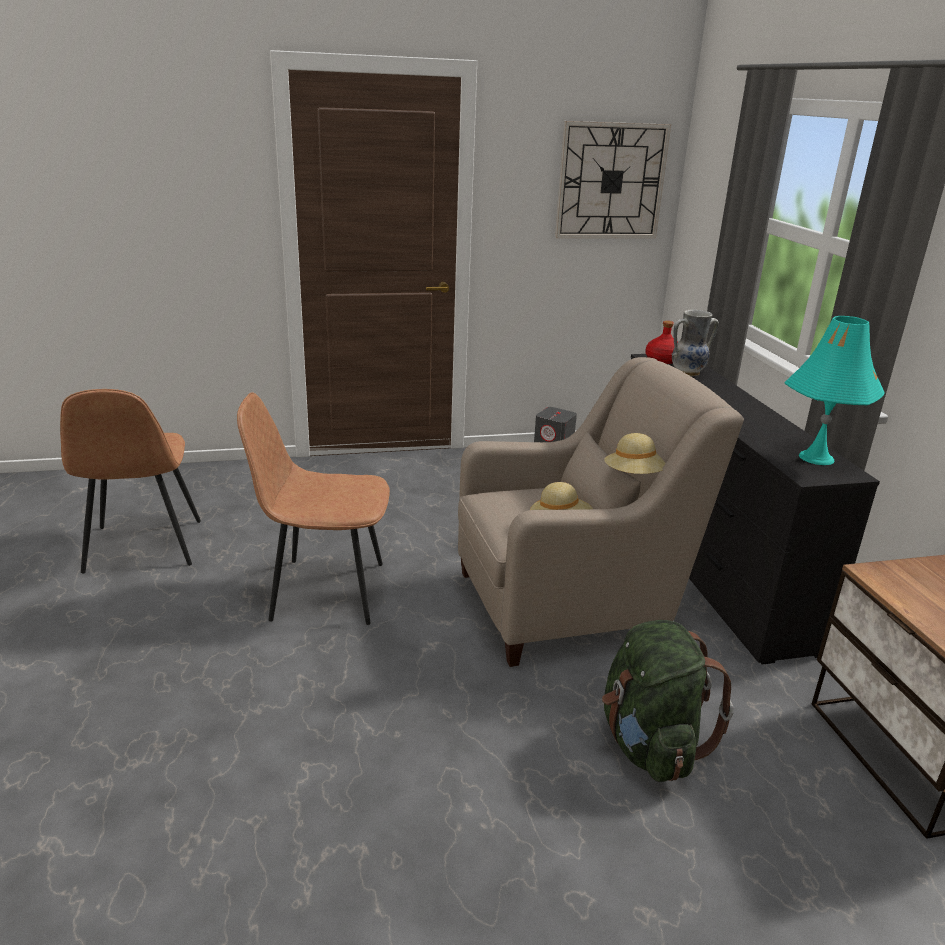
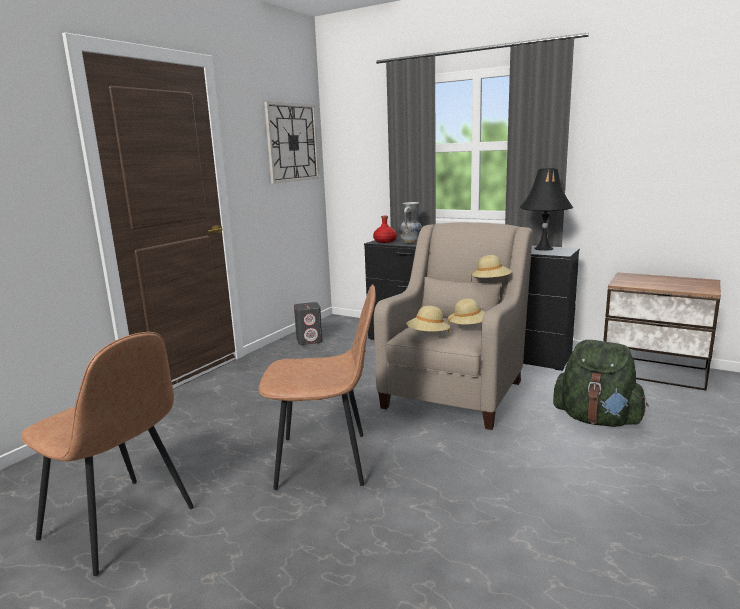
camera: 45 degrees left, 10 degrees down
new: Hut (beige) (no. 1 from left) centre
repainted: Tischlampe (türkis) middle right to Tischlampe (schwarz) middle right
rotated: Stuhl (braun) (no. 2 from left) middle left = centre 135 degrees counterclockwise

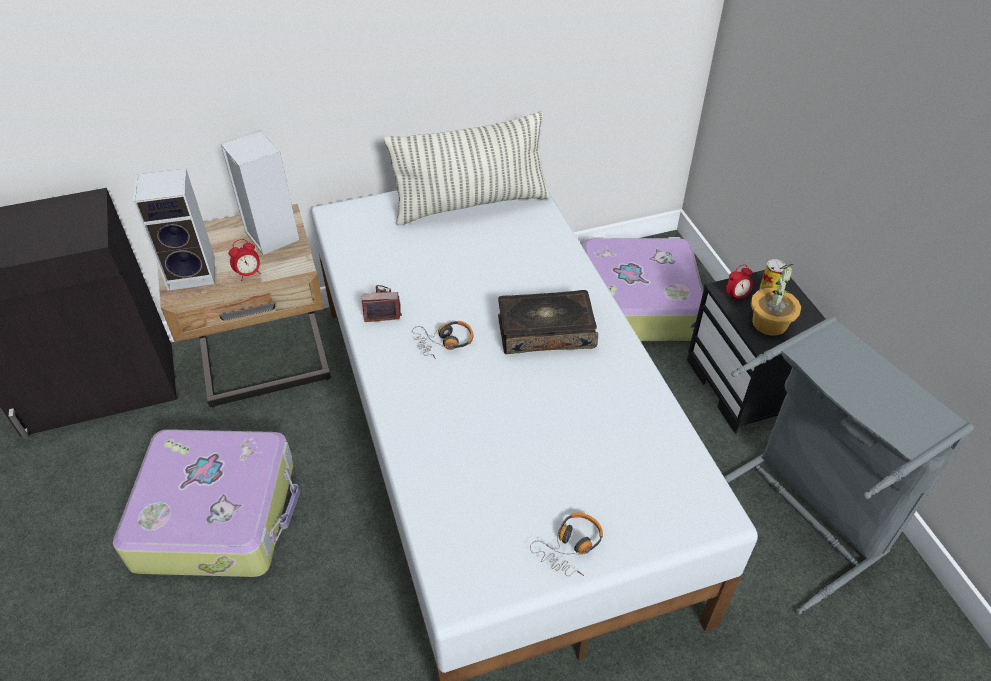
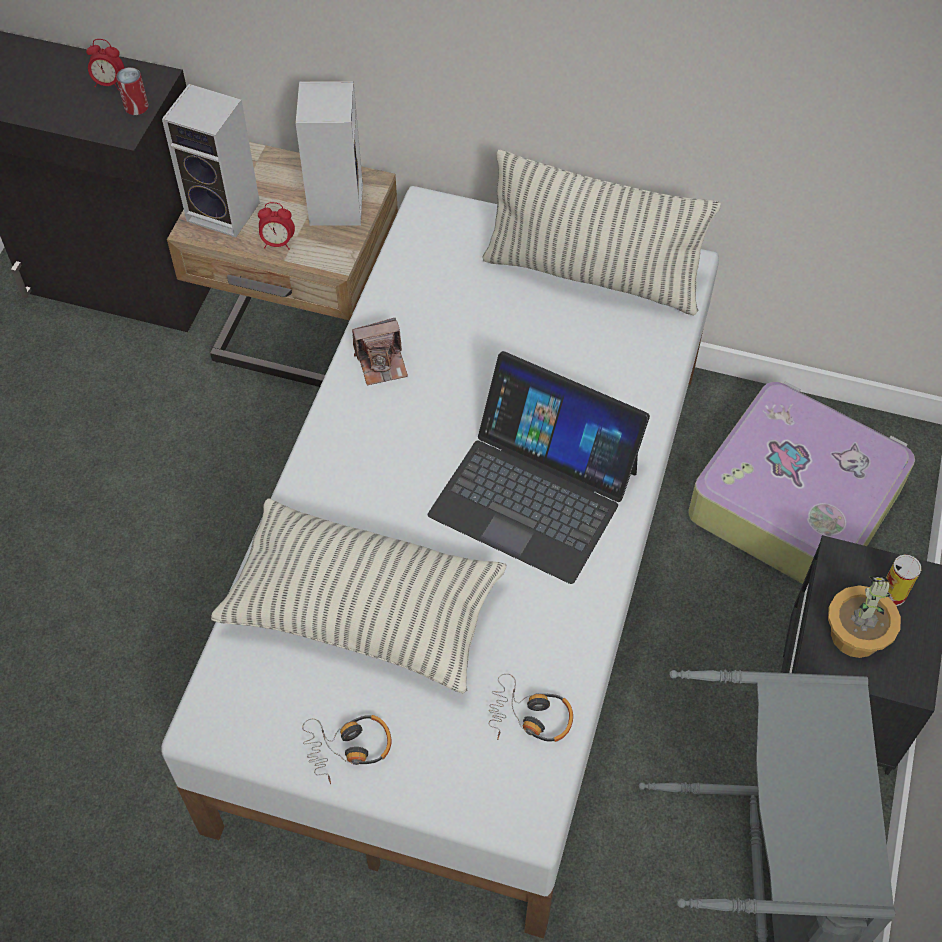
camera: 35 degrees right, 10 degrees up
gone: Koffer (no. 1 from left) bottom left
new: Dose (no. 1 from left) top left; Kissen (no. 1 from left) centre
shifted: Kopfhörer (no. 1 from left in the first image) centre to Kopfhörer (no. 2 from left) bottom centre; Wecker (no. 2 from left in the first image) middle right to Wecker (no. 1 from left) top left
swapped: Buch centre to Laptop centre
rotated: Kamera centre = centre 135 degrees clockwise

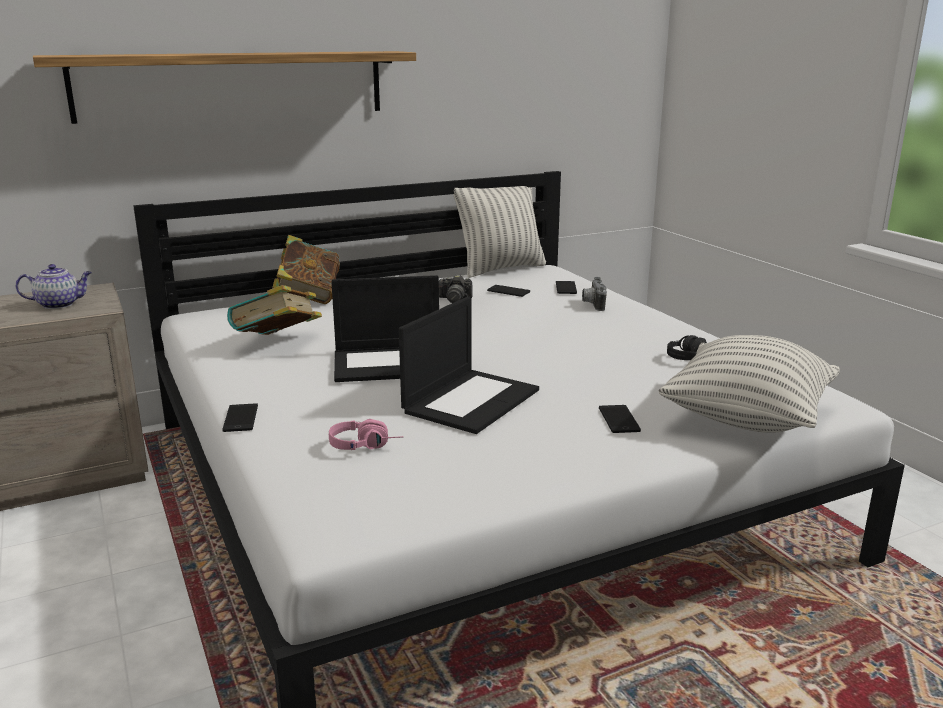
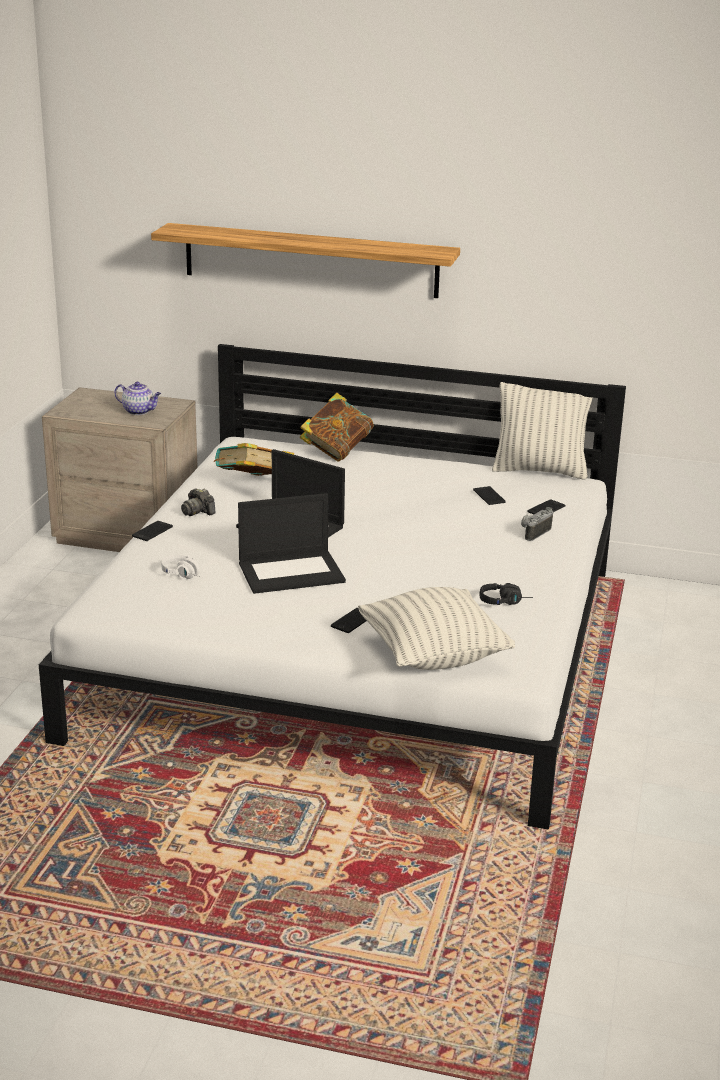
camera: 40 degrees right, 5 degrees up
shifted: Kamera (no. 1 from left) centre to middle left
repainted: Kopfhörer (rosa) centre to Kopfhörer (weiß) middle left

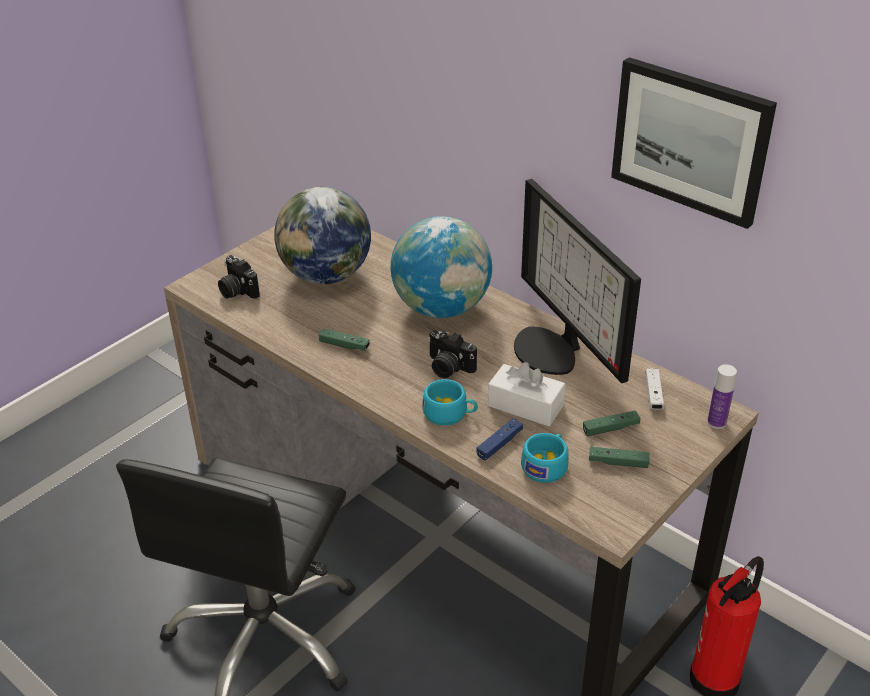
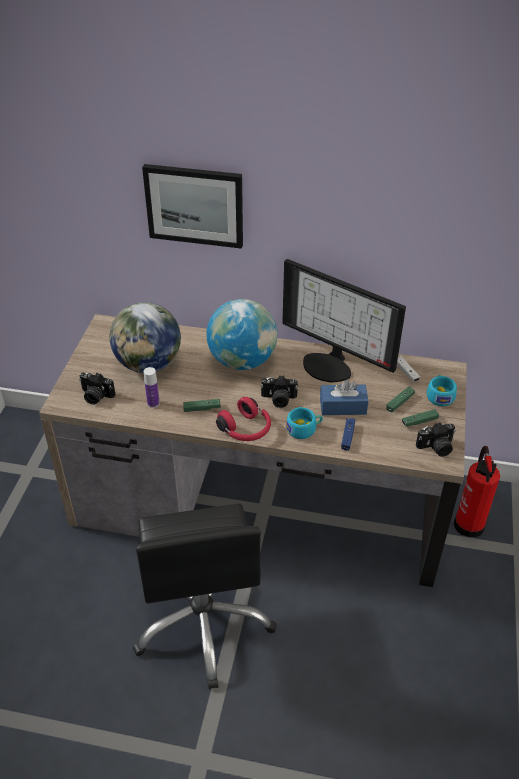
camera: 30 degrees left, 5 degrees up
new: Kopfhörer (rot) centre; Kamera (no. 3 from left) middle right
shifted: Tasse (türkis) (no. 2 from left) centre to middle right; Bild top right to top centre; Flasche middle right to middle left
repainted: Taschentuchbox (weiß) centre to Taschentuchbox (blau) centre

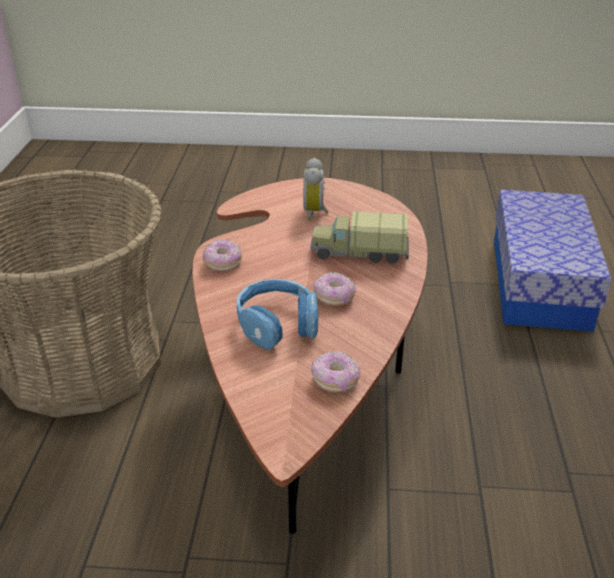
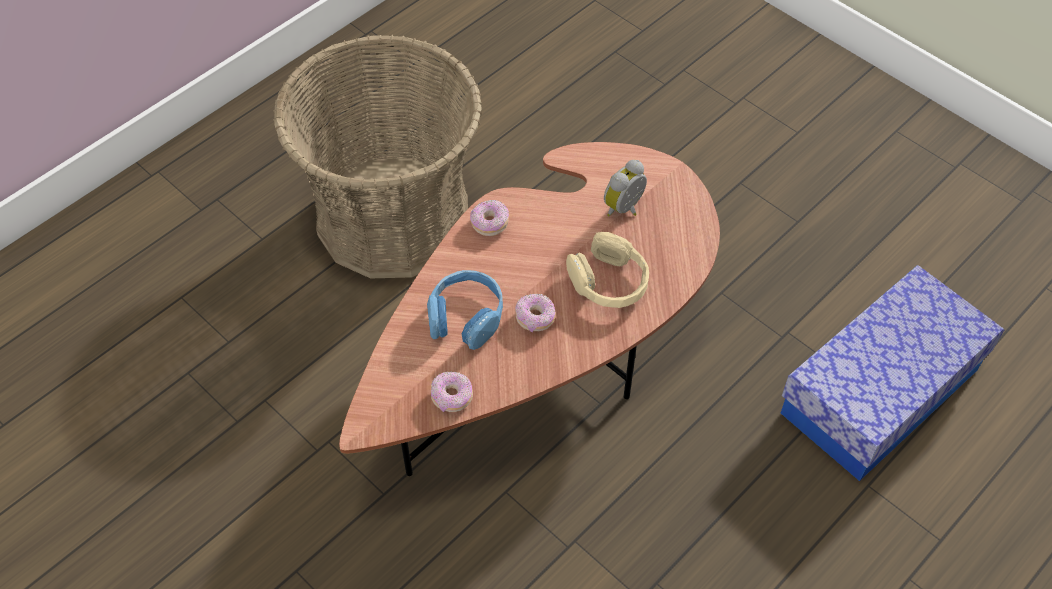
camera: 40 degrees right, 20 degrees up
swapped: Spielzeuglaster centre to Kopfhörer (beige) centre

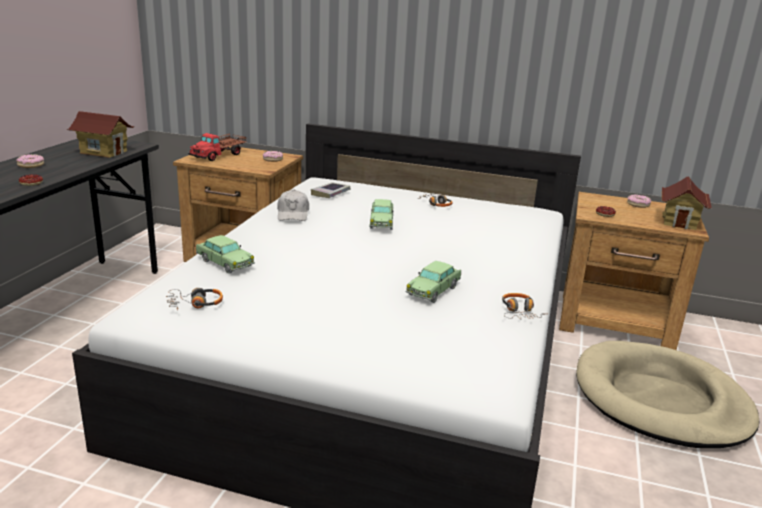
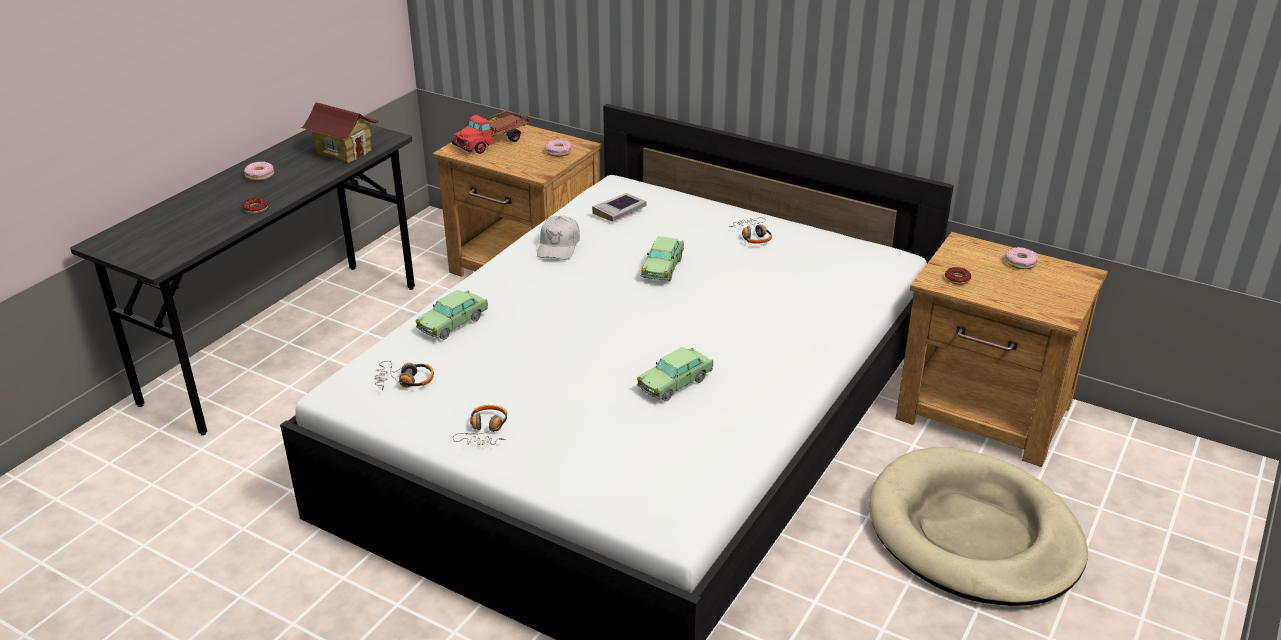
camera: 15 degrees right, 10 degrees up
gone: Spielzeughaus (no. 2 from left) middle right
shifted: Kopfhörer (no. 3 from left in the first image) middle right to Kopfhörer (no. 2 from left) centre
rotated: Spielzeugauto (no. 1 from left) middle left = centre 75 degrees clockwise

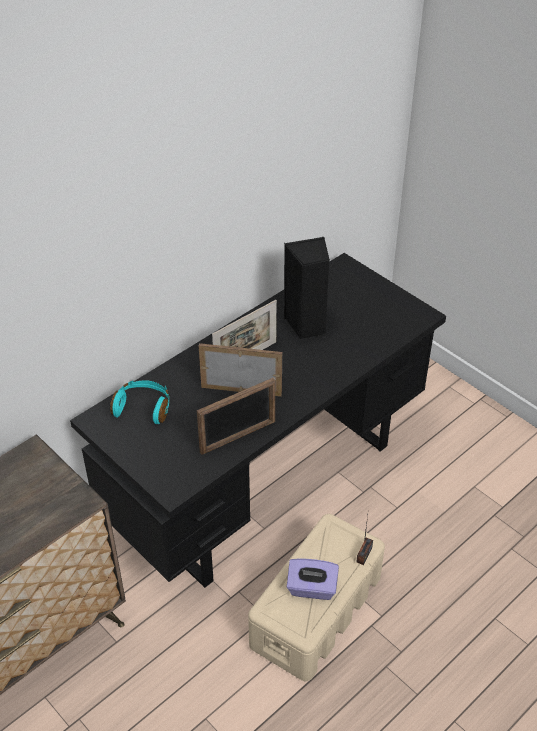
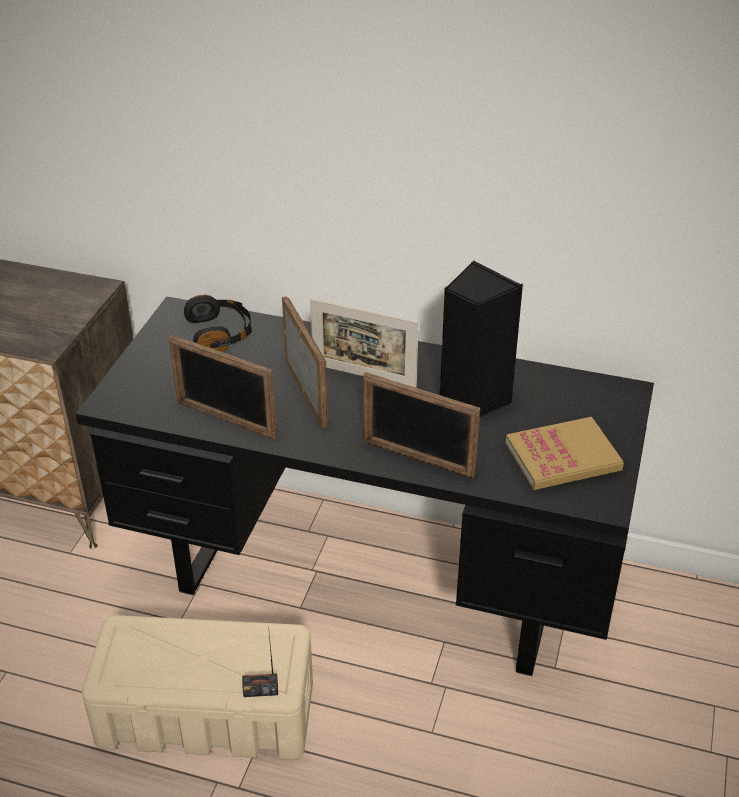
camera: 60 degrees right, 5 degrees down
gone: Taschentuchbox (lila) bottom centre
new: Bilderrahmen (no. 4 from left) centre; Buch middle right
repainted: Kopfhörer (türkis) middle left to Kopfhörer (schwarz) middle left

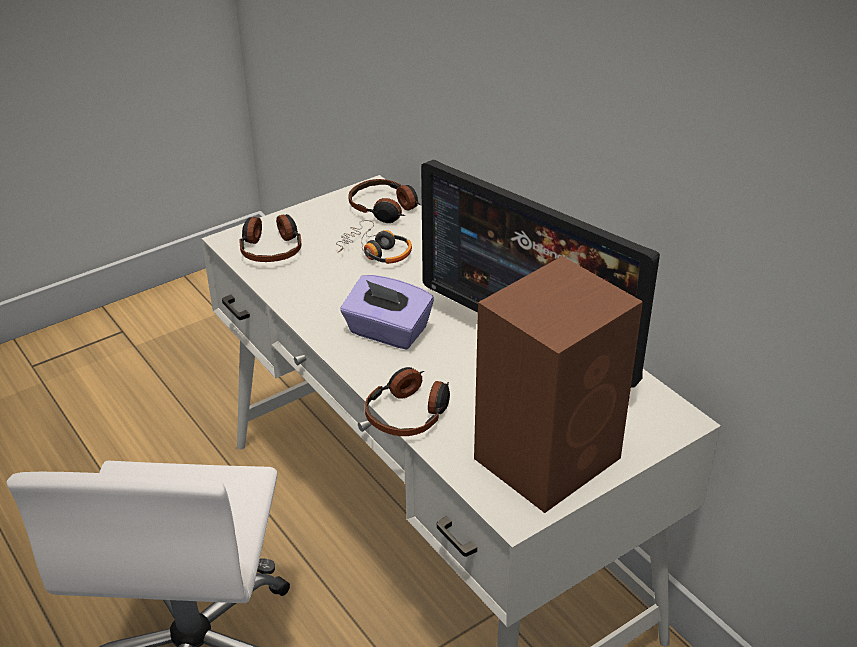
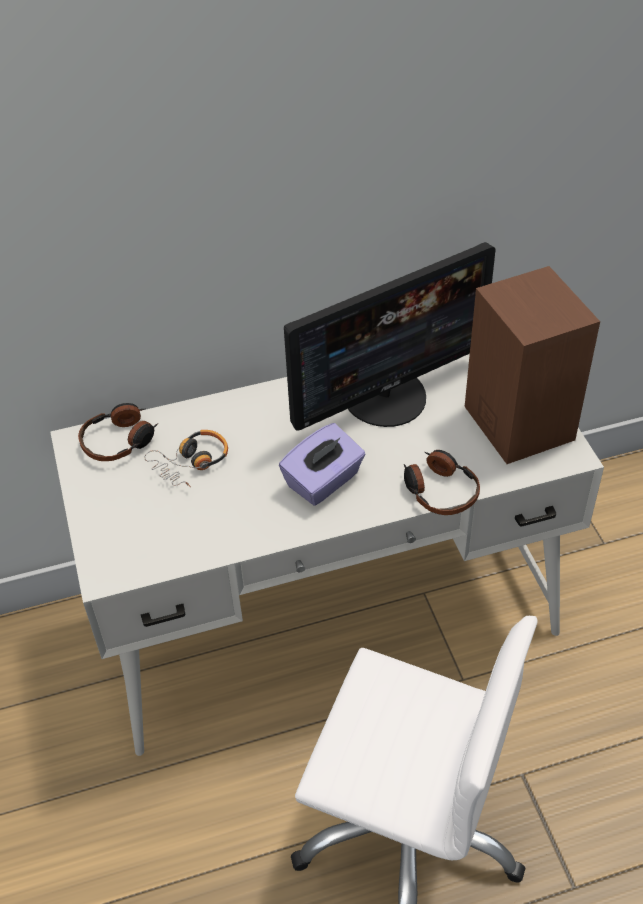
camera: 70 degrees left, 10 degrees up
gone: Kopfhörer (no. 1 from left) middle left

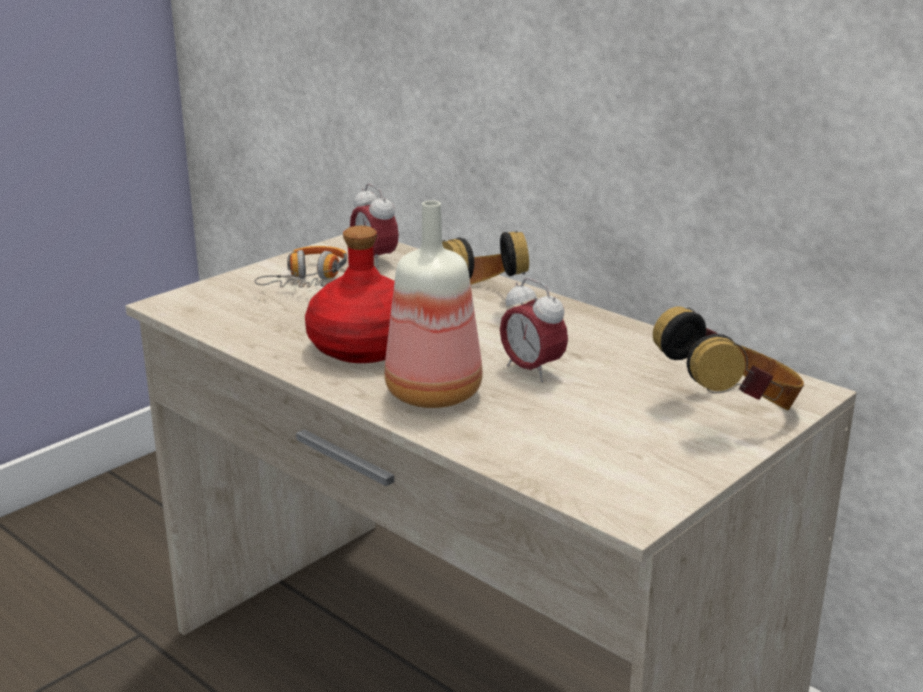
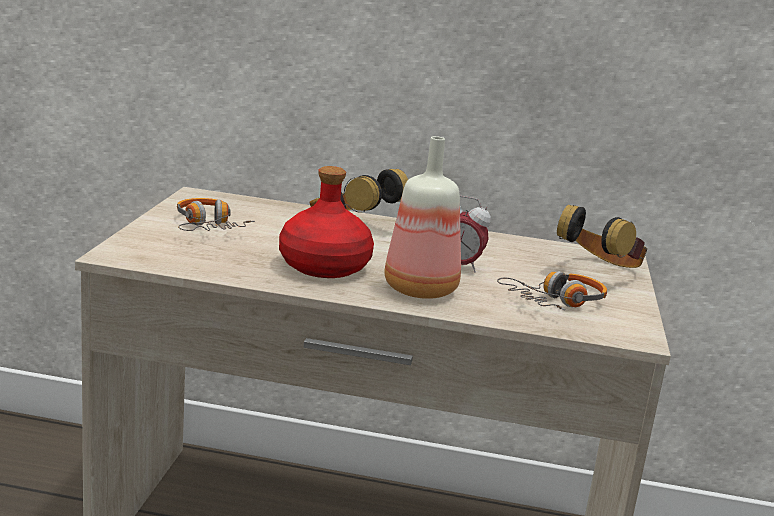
camera: 35 degrees left, 5 degrees down
gone: Wecker (no. 1 from left) top centre
new: Kopfhörer (no. 3 from left) middle right

